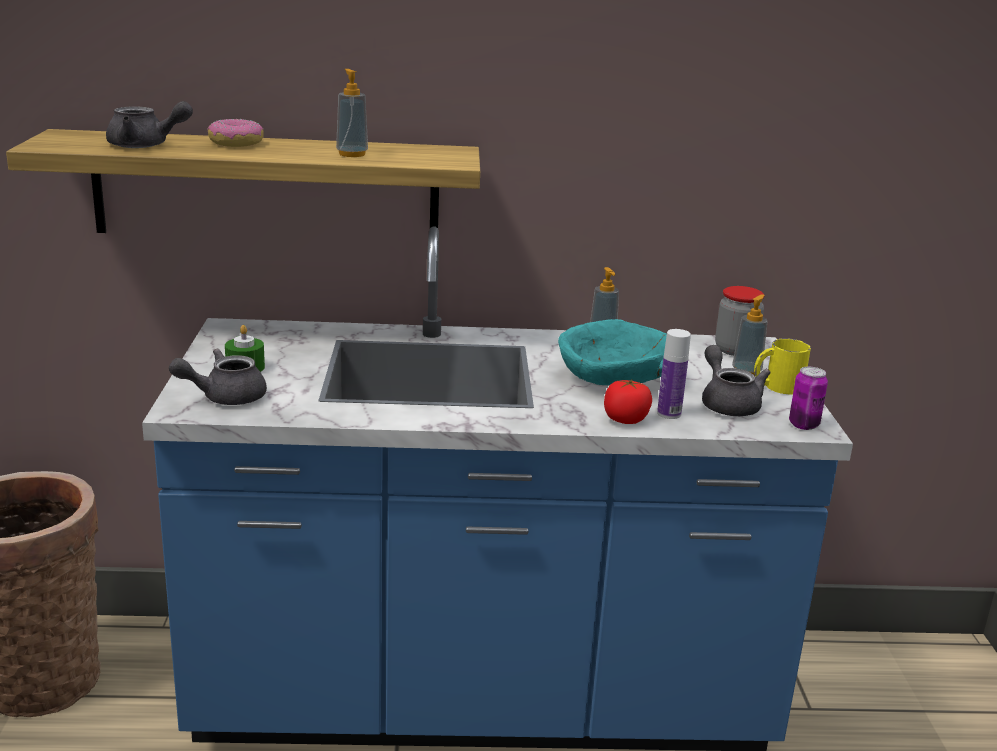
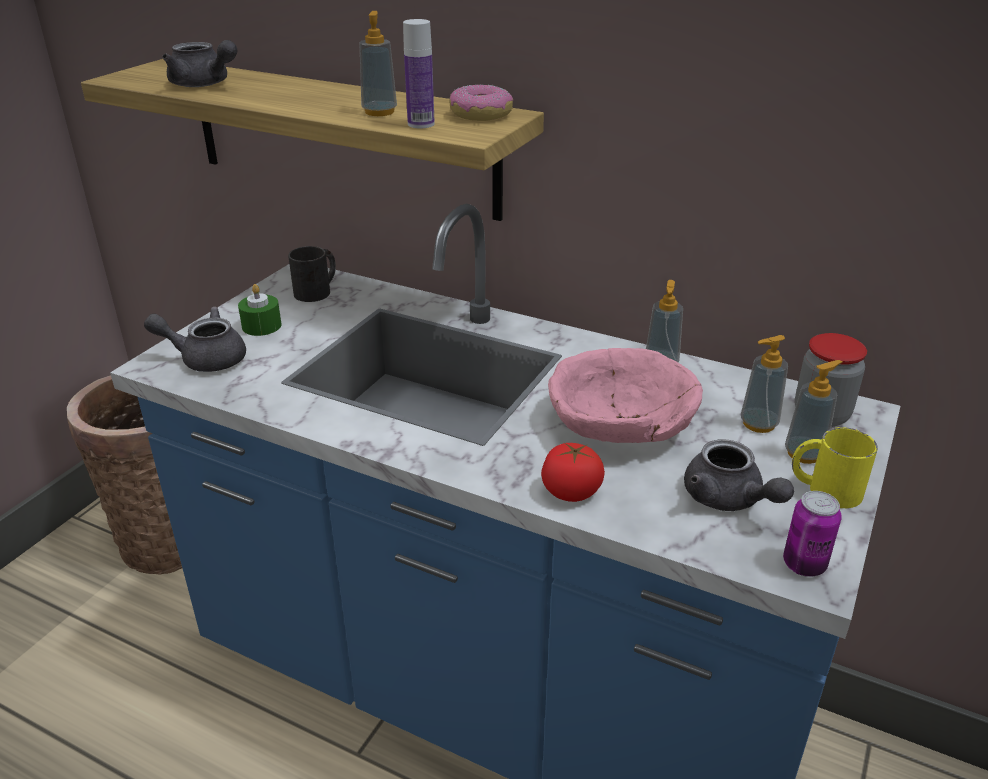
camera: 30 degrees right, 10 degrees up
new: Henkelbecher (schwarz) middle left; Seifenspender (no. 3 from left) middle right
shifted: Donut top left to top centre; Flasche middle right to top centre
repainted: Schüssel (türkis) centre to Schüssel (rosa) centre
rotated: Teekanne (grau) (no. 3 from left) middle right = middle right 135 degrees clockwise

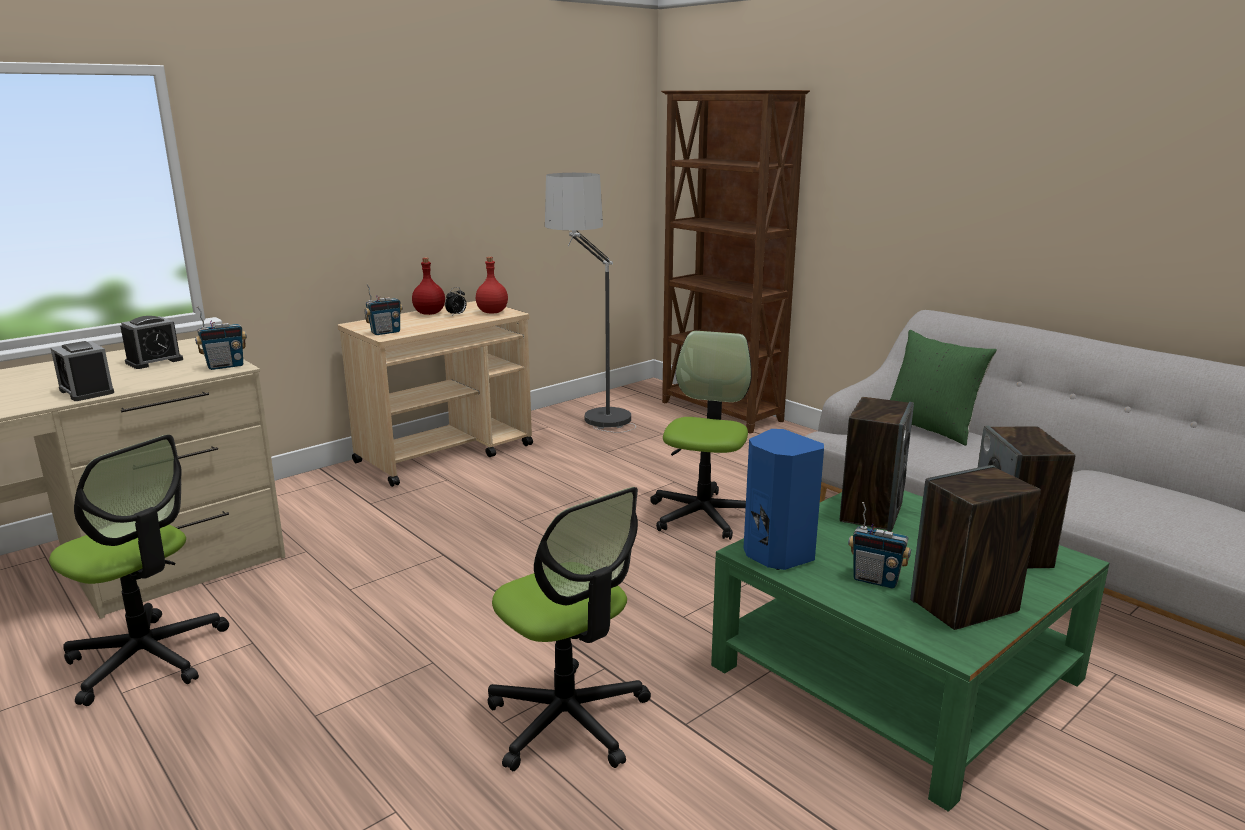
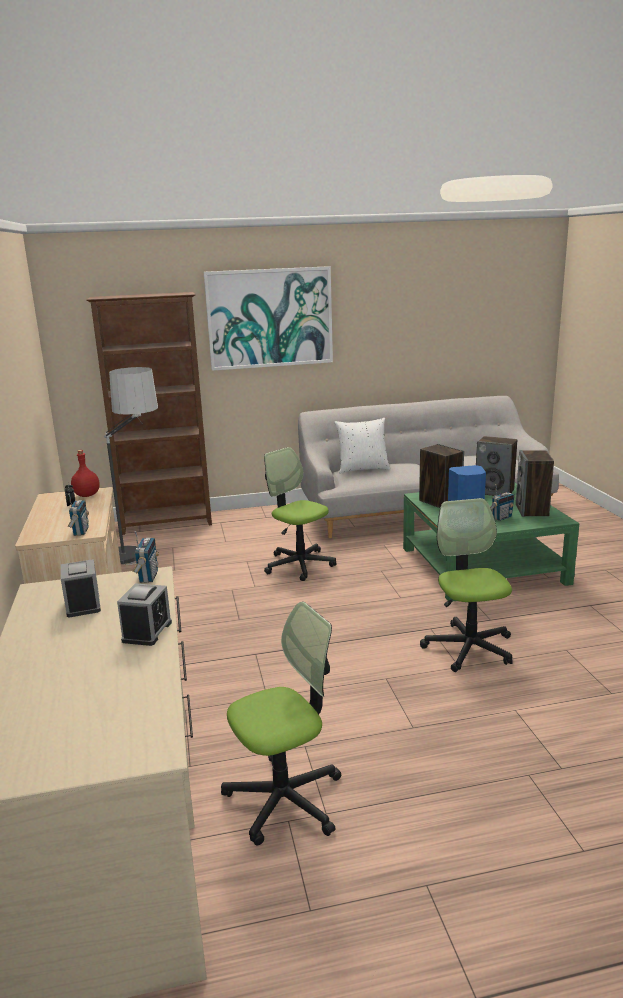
camera: 60 degrees left, 0 degrees up
gone: Flasche (rot) (no. 1 from left) centre
new: Bild top centre
repainted: Kissen (grün) middle right to Kissen (weiß) centre
rotated: Wecker (no. 1 from left in the first image) middle left = middle left 60 degrees counterclockwise; Bürostuhl (no. 2 from left in the first image) bottom centre = middle right 90 degrees counterclockwise

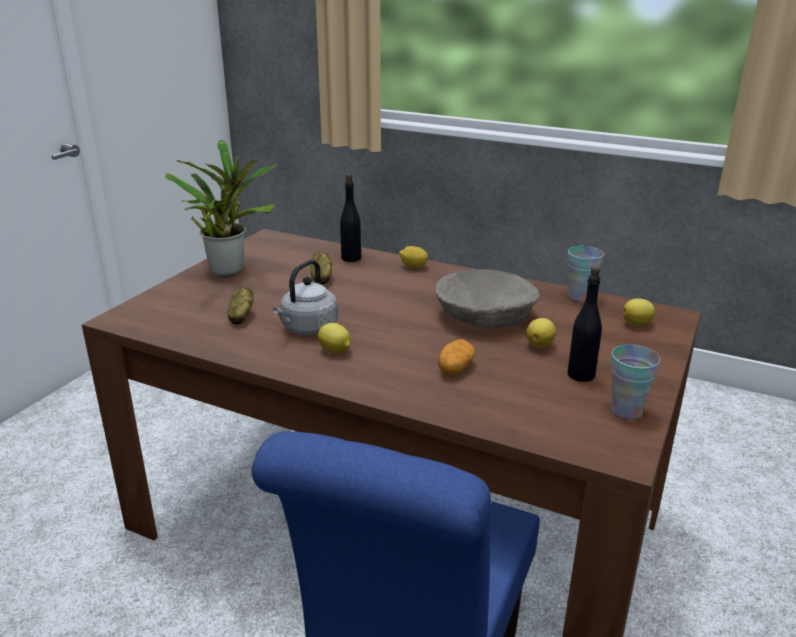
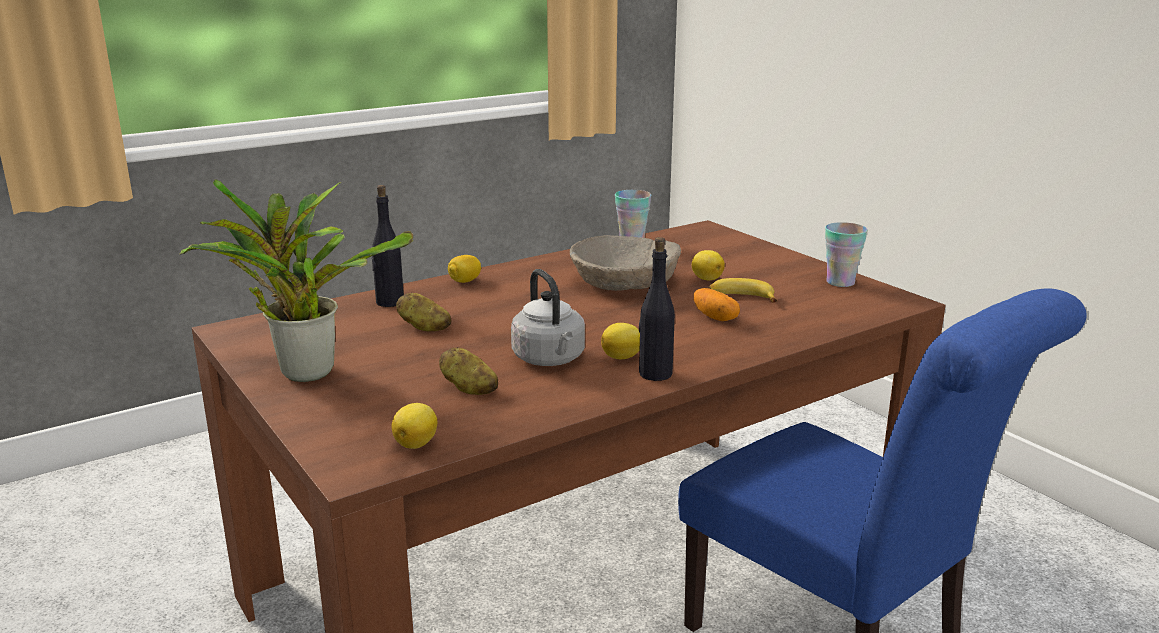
camera: 60 degrees left, 5 degrees down
new: Banane centre
shifted: Flasche (schwarz) (no. 2 from left) middle right to centre; Zitrone (no. 4 from left in the first image) middle right to Zitrone (no. 1 from left) bottom centre

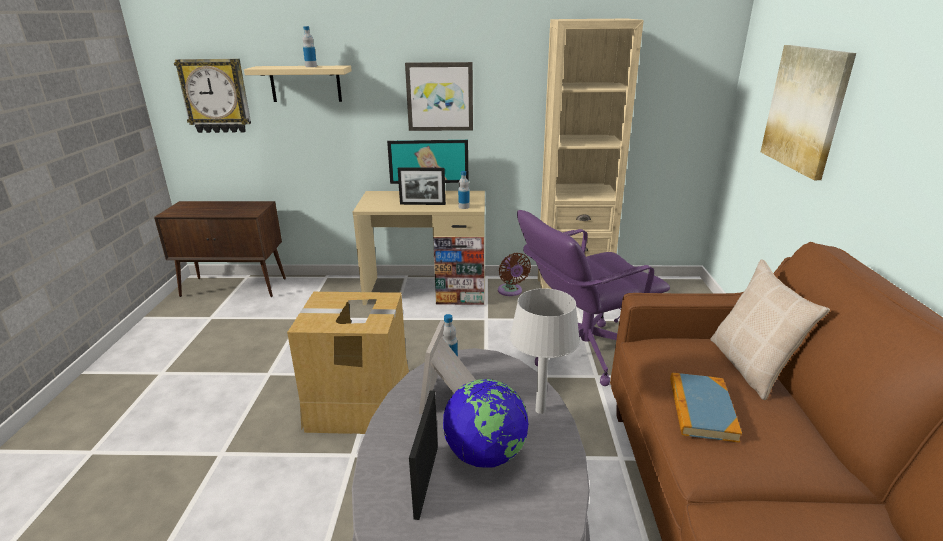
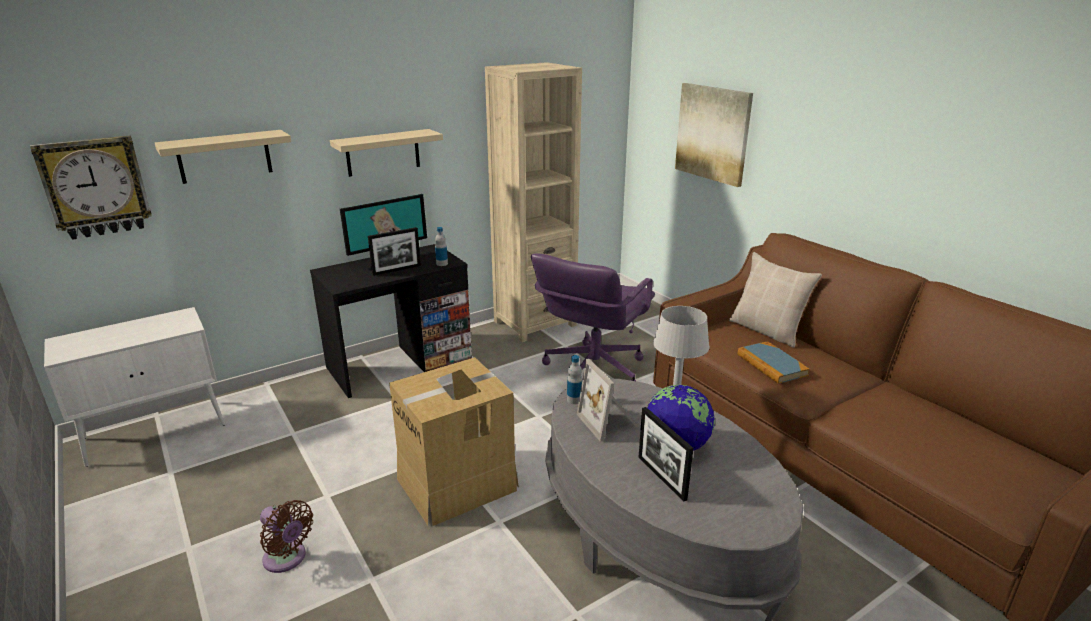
camera: 35 degrees left, 0 degrees up
gone: Flasche (no. 1 from left) top left
shifted: Ventilator (braun) centre to bottom left
swapped: Bild (no. 1 from left) top centre to Wandregal (beige) (no. 2 from left) top centre
repainted: Schrank (braun) middle left to Schrank (weiß) middle left; Schreibtisch (beige) centre to Schreibtisch (schwarz) centre

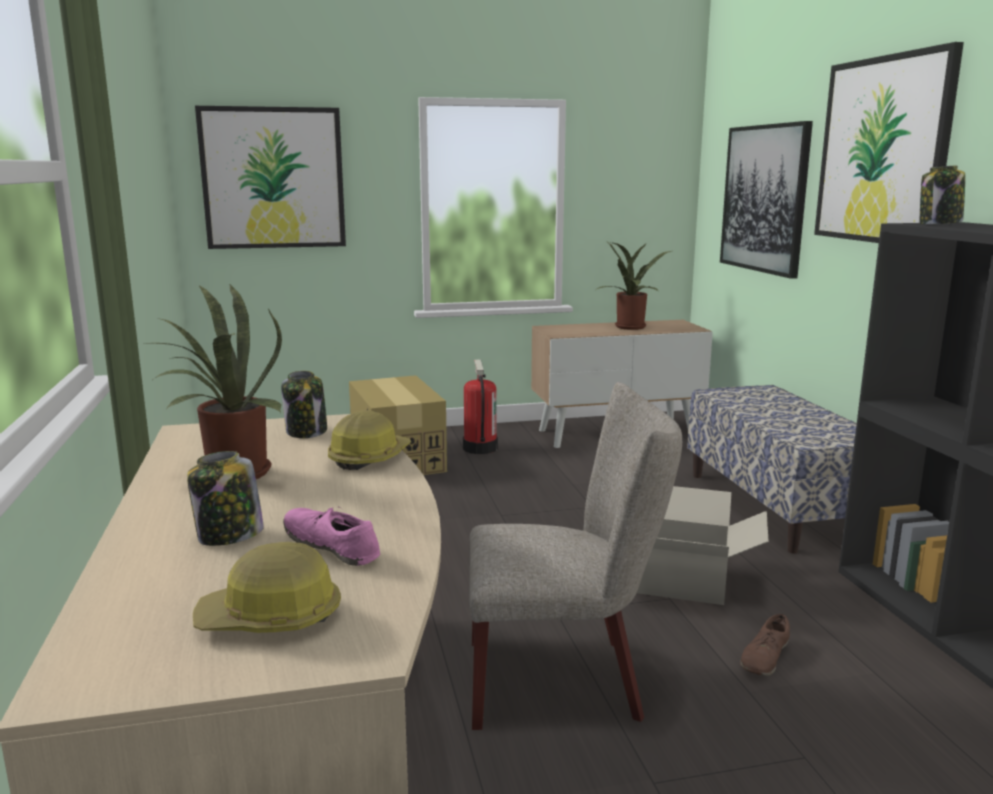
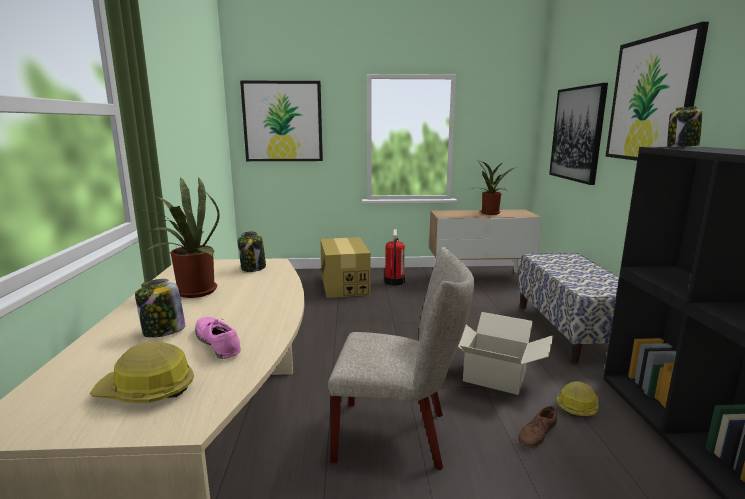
camera: 10 degrees right, 0 degrees up
shifted: Schutzhelm (no. 2 from left) centre to bottom right

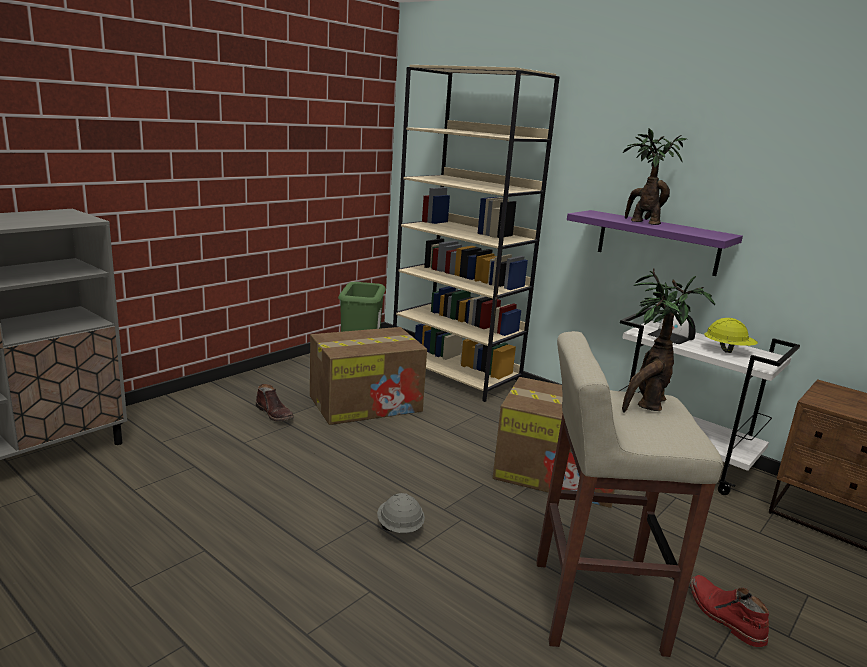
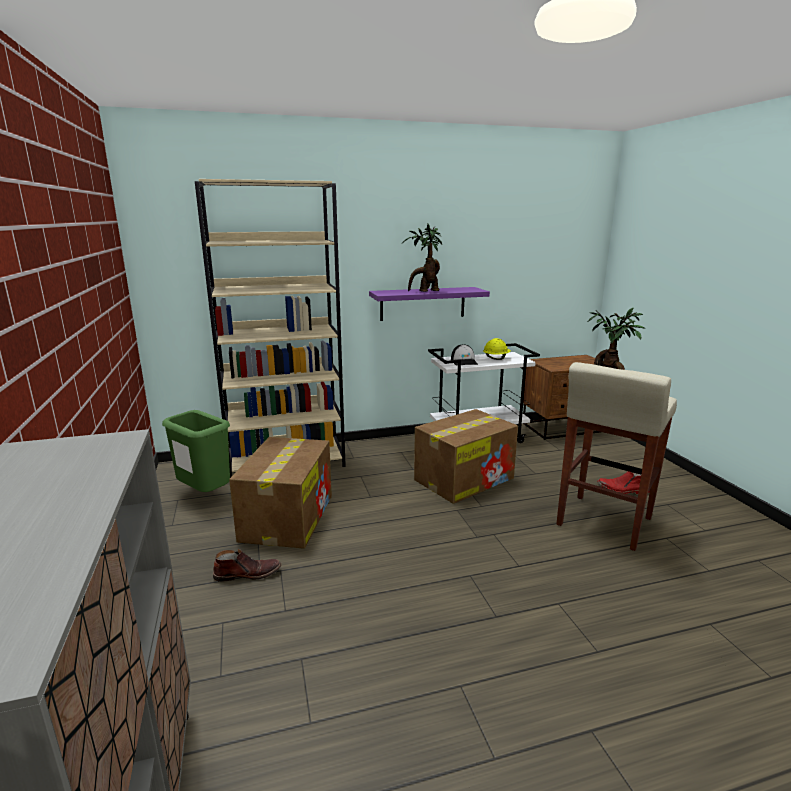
camera: 55 degrees left, 0 degrees up
gone: Schutzhelm (grau) bottom centre

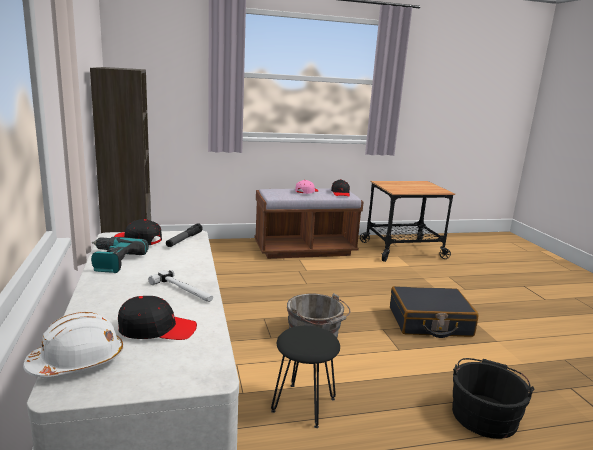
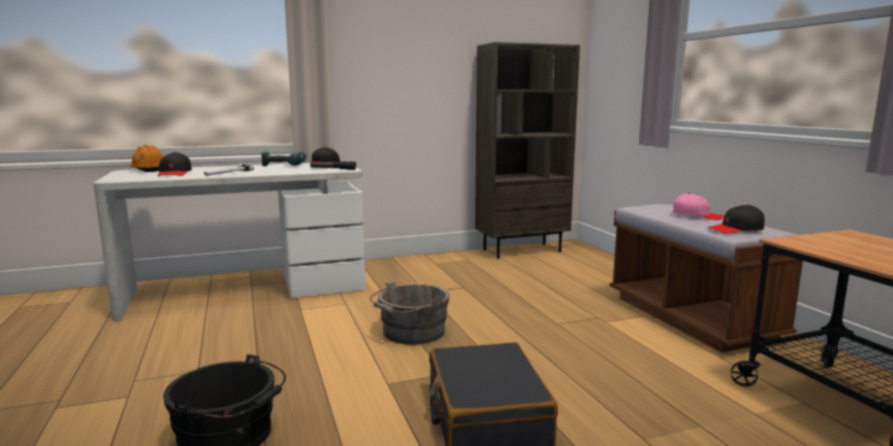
camera: 85 degrees right, 5 degrees down
gone: Hocker (schwarz) bottom centre
repainted: Schutzhelm (weiß) bottom left to Schutzhelm (orange) middle left

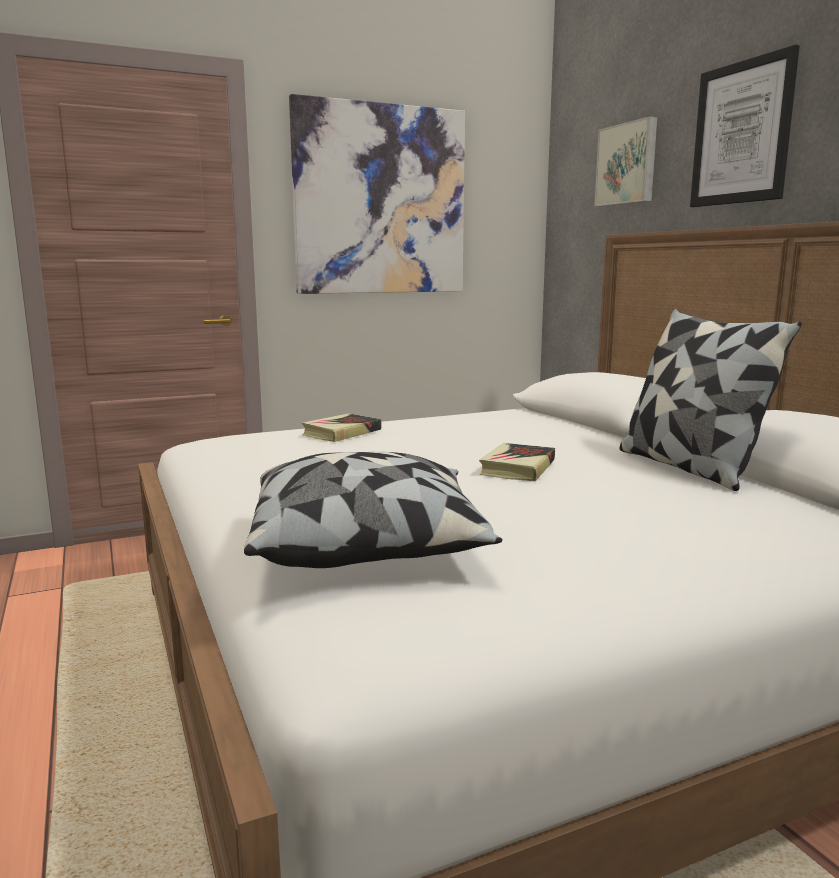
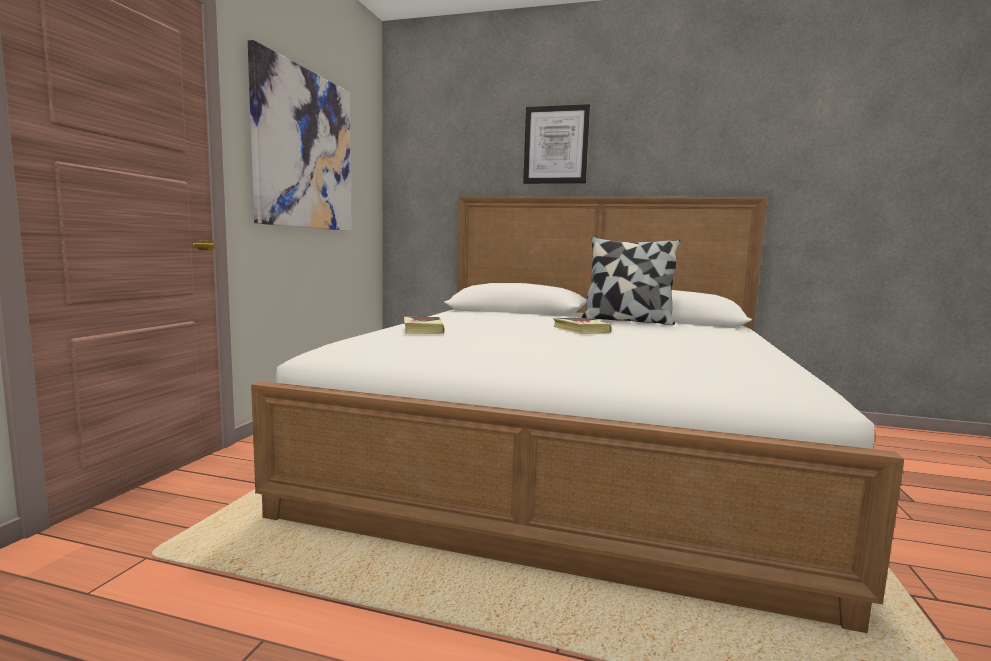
camera: 50 degrees left, 5 degrees down
gone: Kissen (no. 1 from left) centre; Bild (no. 2 from left) top right

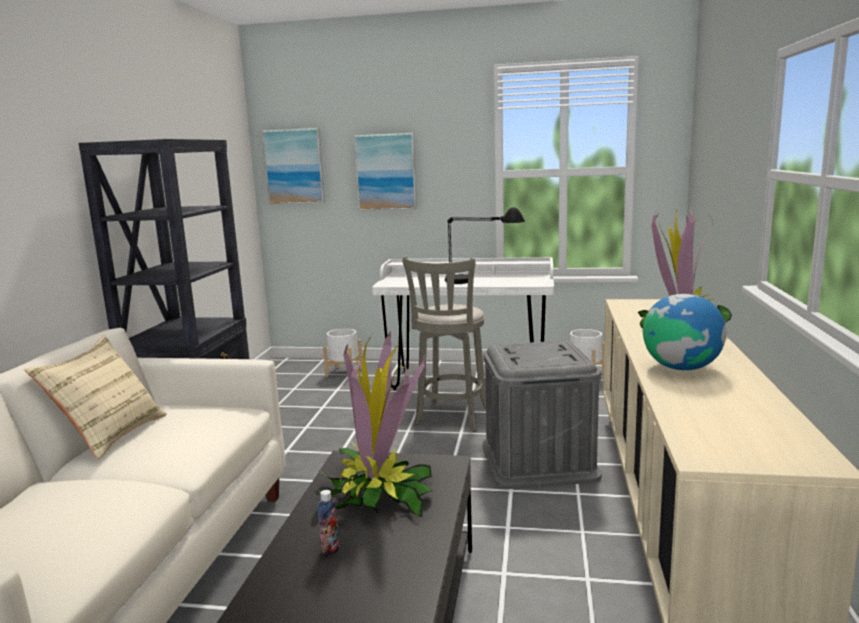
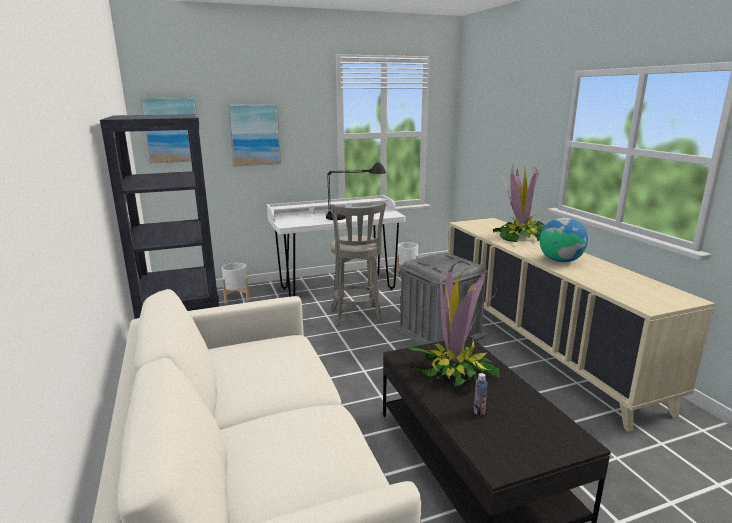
camera: 30 degrees left, 5 degrees up
gone: Kissen (beige) middle left

